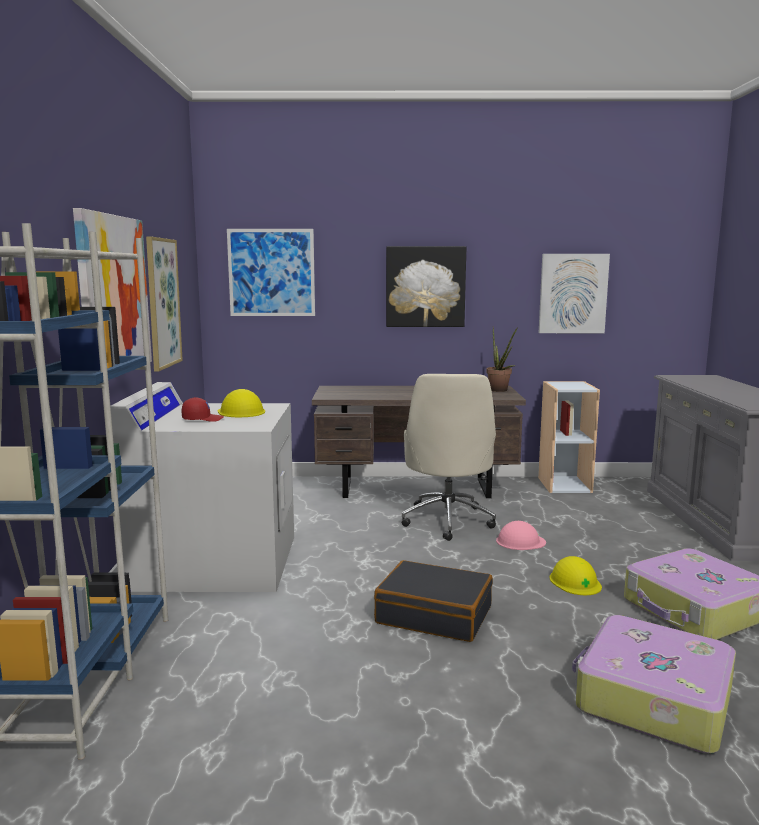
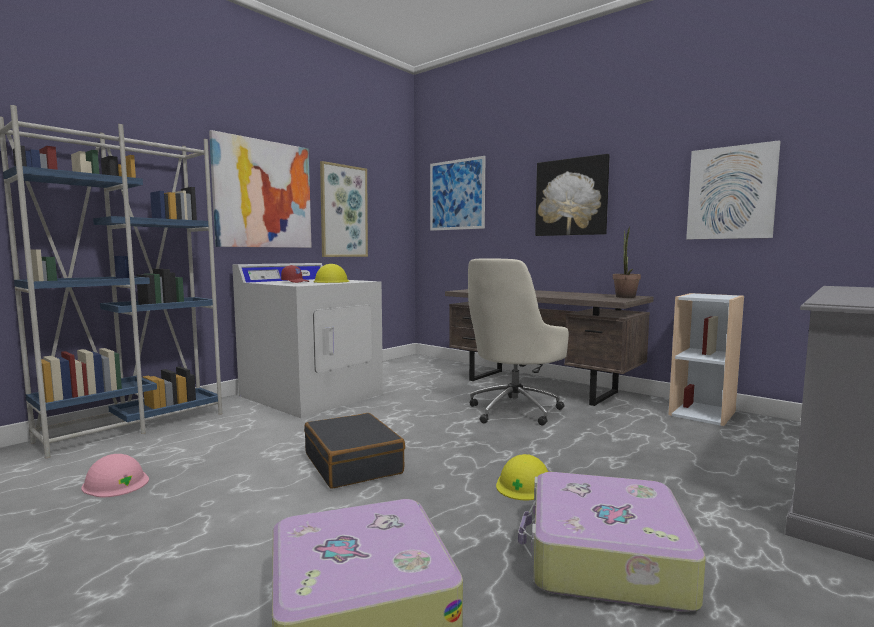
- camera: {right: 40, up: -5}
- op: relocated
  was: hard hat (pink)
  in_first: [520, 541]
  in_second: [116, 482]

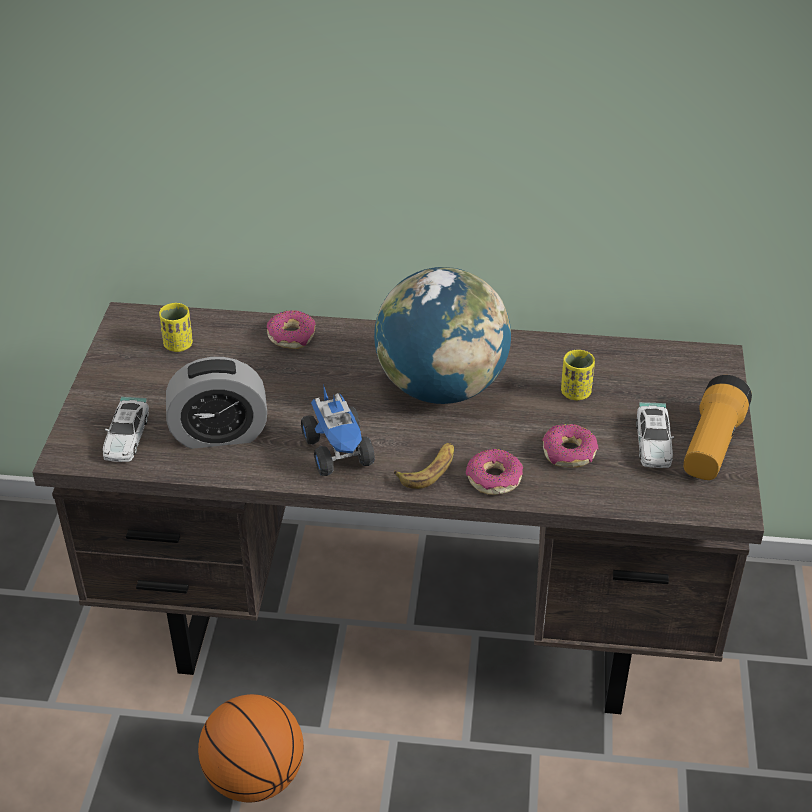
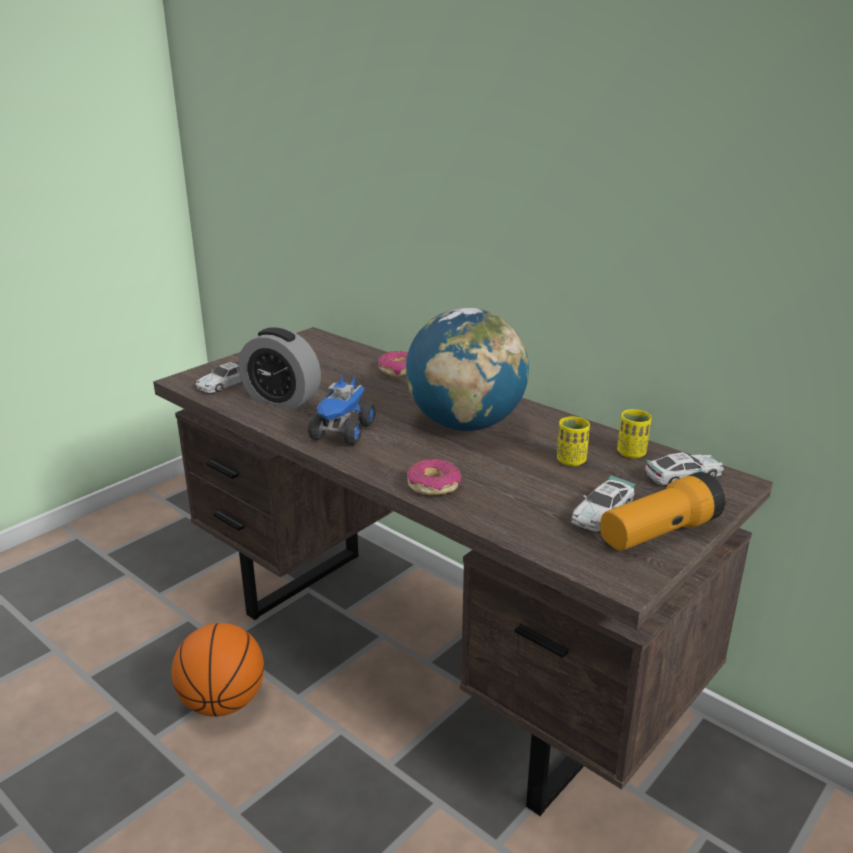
- camera: {right: 35, up: -15}
- op: relocated
  was: cup (yellow)
  in_first: [178, 345]
  in_second: [631, 453]
- op: appeared
  now: toy car
  in_second: [683, 475]
- op: missing
  was: banana
  in_first: [428, 469]
- op: missing
  was: donut
  in_first: [569, 453]

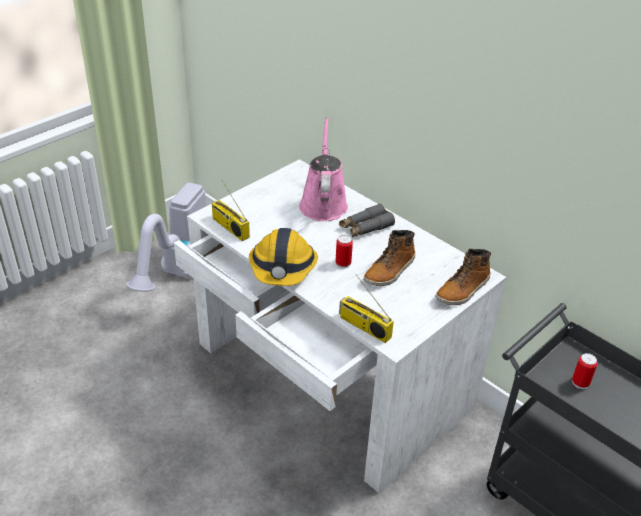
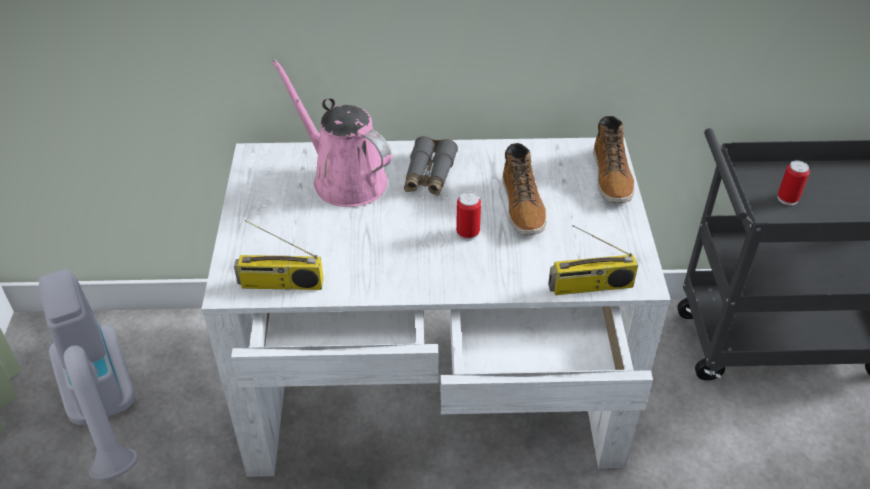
- camera: {right: -45, up: 5}
- op: missing
  was: hard hat
  in_first: [283, 268]

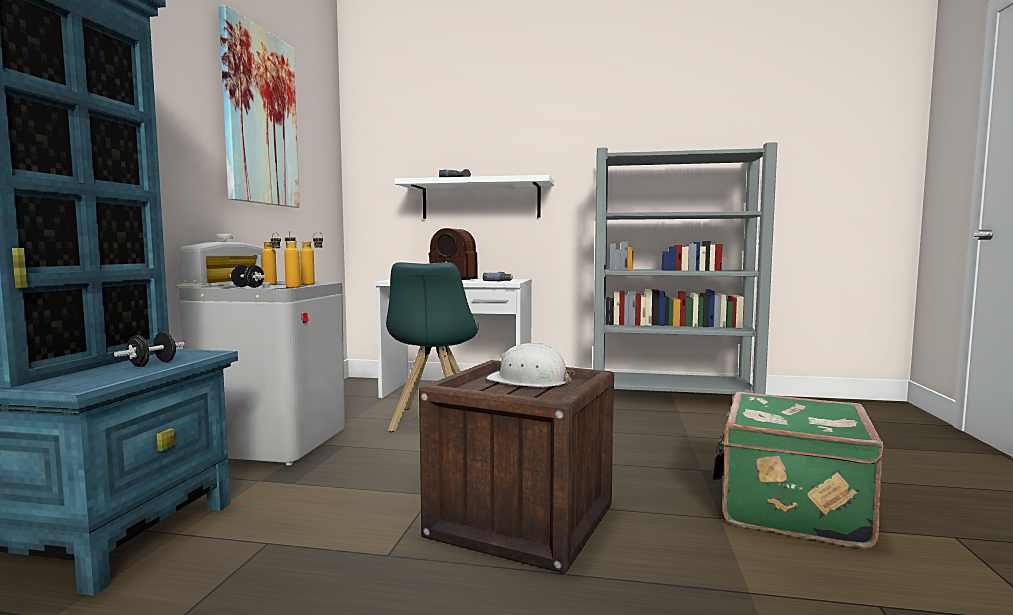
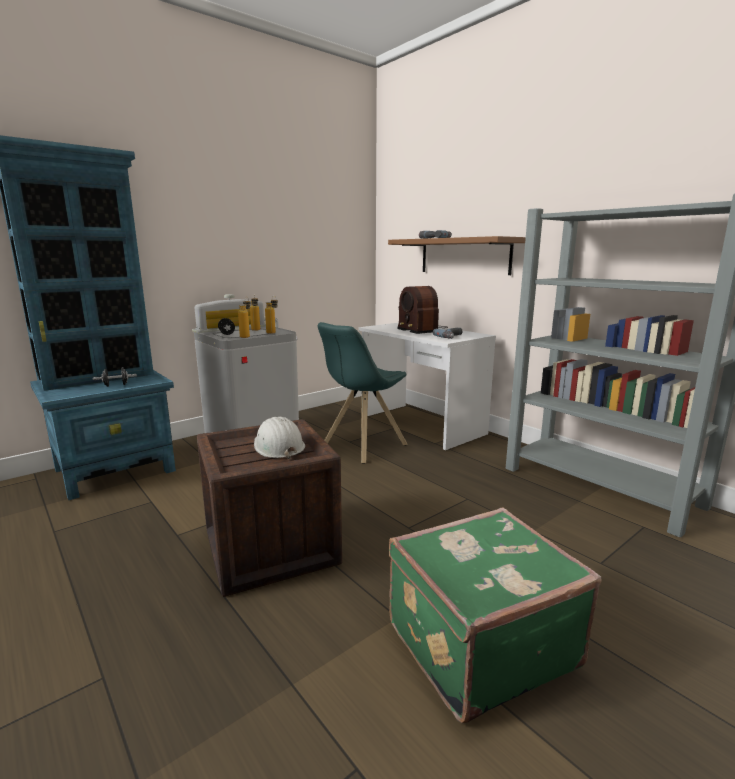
- camera: {right: 40, up: 10}
- op: colour
  was: shelf (white)
  now: shelf (brown)
  in_first: [480, 200]
  in_second: [464, 256]
- op: missing
  was: picture
  in_first: [260, 117]

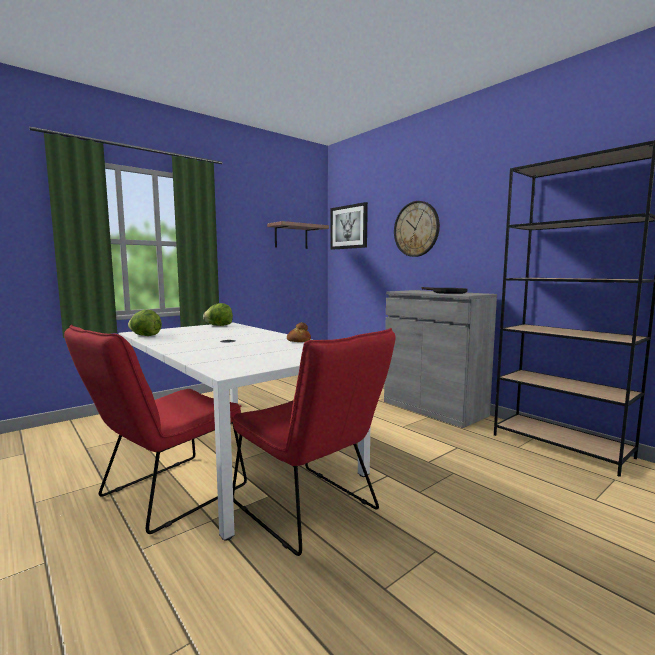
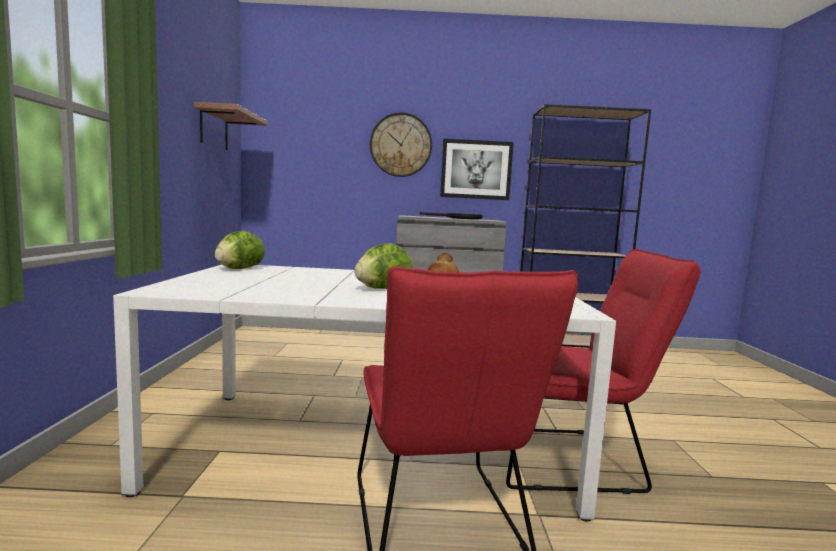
- camera: {right: -50, up: 0}
- op: relocated
  was: lettuce
  in_first: [145, 336]
  in_second: [382, 288]
- op: relocated
  was: picture
  in_first: [349, 227]
  in_second: [476, 169]

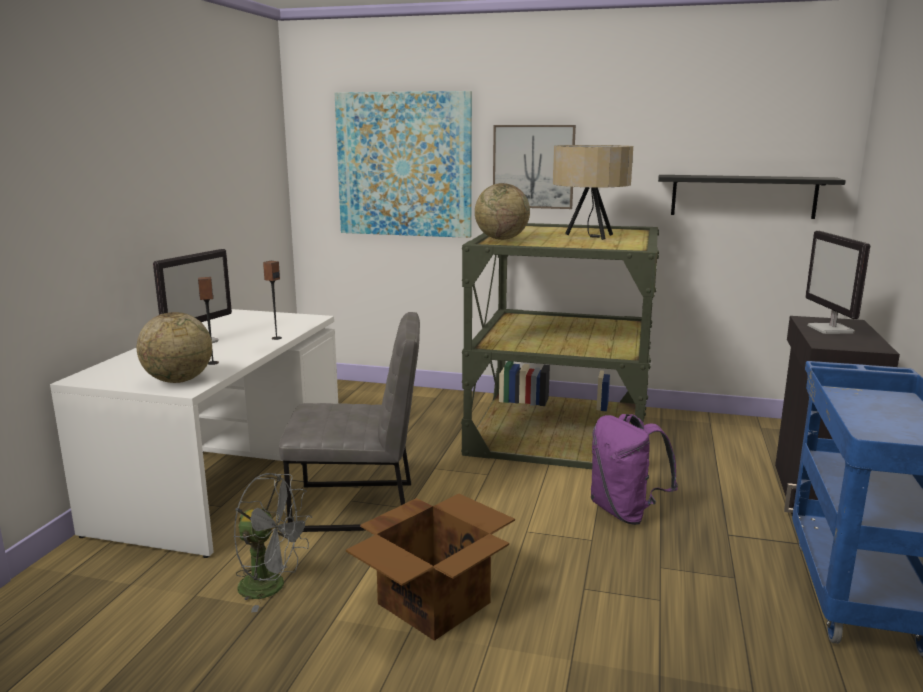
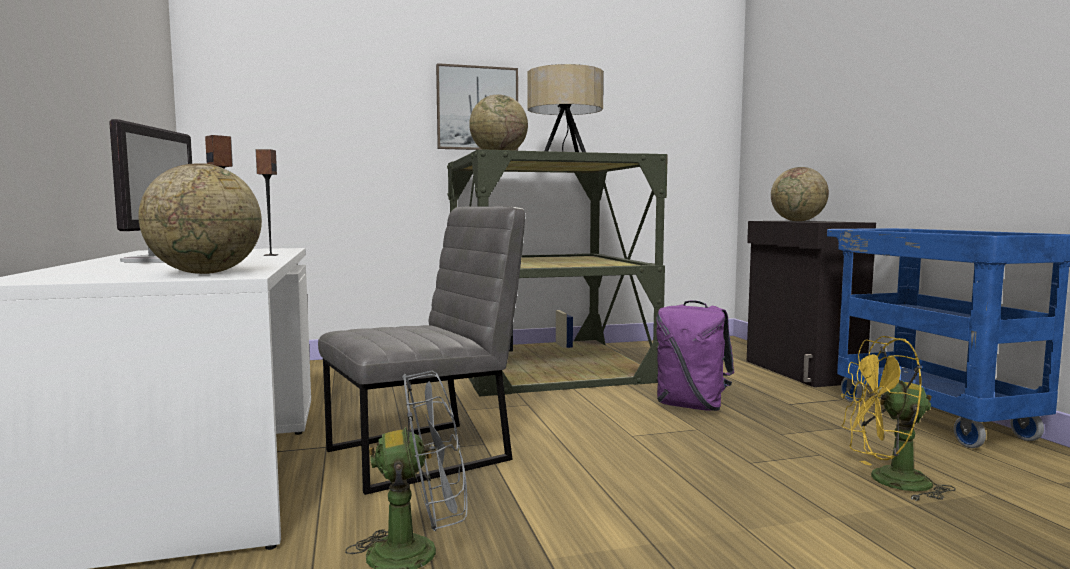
- camera: {right: -30, up: -10}
- op: exchanged
  was: monitor
  now: globe
  in_first: [831, 329]
  in_second: [798, 221]
- op: appeared
  now: fan (yellow)
  in_second: [887, 481]
- op: missing
  was: picture
  in_first: [404, 165]
- op: missing
  was: cardboard box
  in_first: [435, 602]
- op: missing
  was: shelf (black)
  in_first: [743, 196]

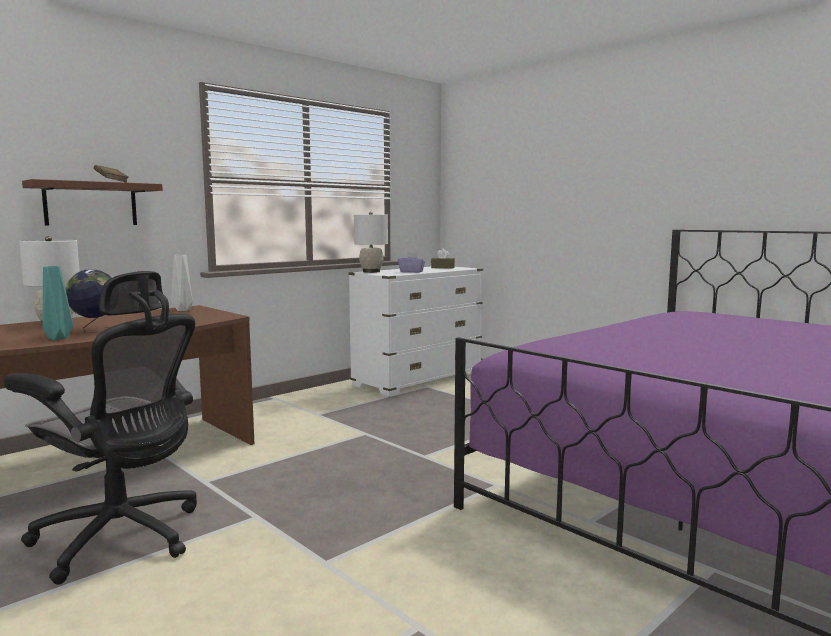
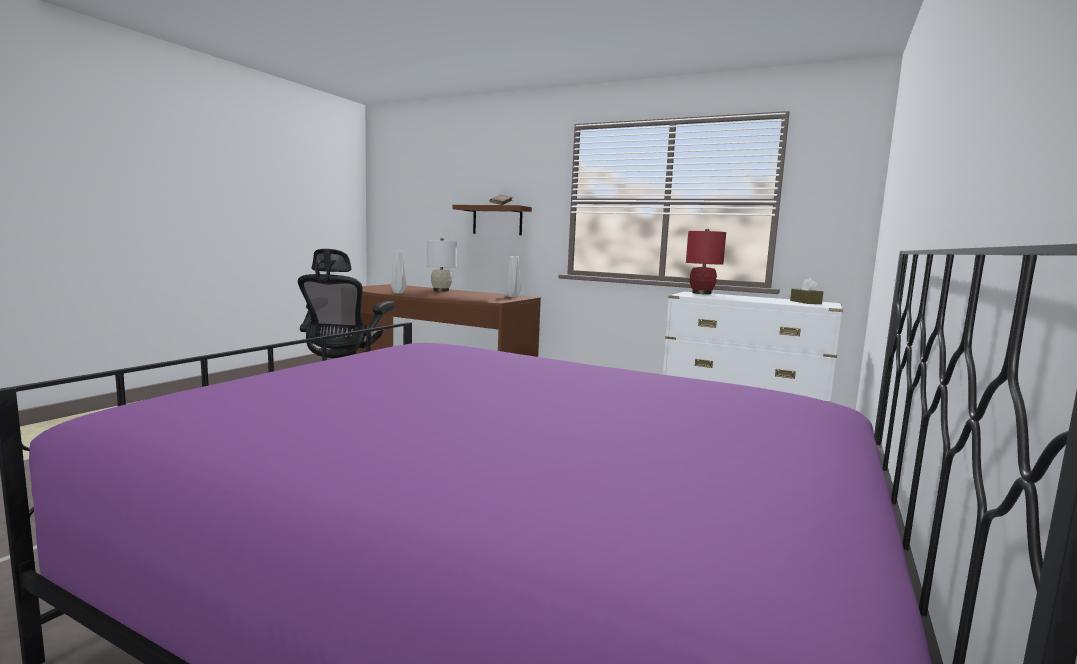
- camera: {right: 70, up: 0}
- op: colour
  was: vase (turquoise)
  now: vase (grey)
  in_first: [57, 338]
  in_second: [398, 293]
- op: colour
  was: table lamp (white)
  now: table lamp (red)
  in_first: [371, 271]
  in_second: [702, 293]
- op: missing
  was: globe
  in_first: [95, 331]
- op: missing
  was: tissue box (purple)
  in_first: [411, 272]

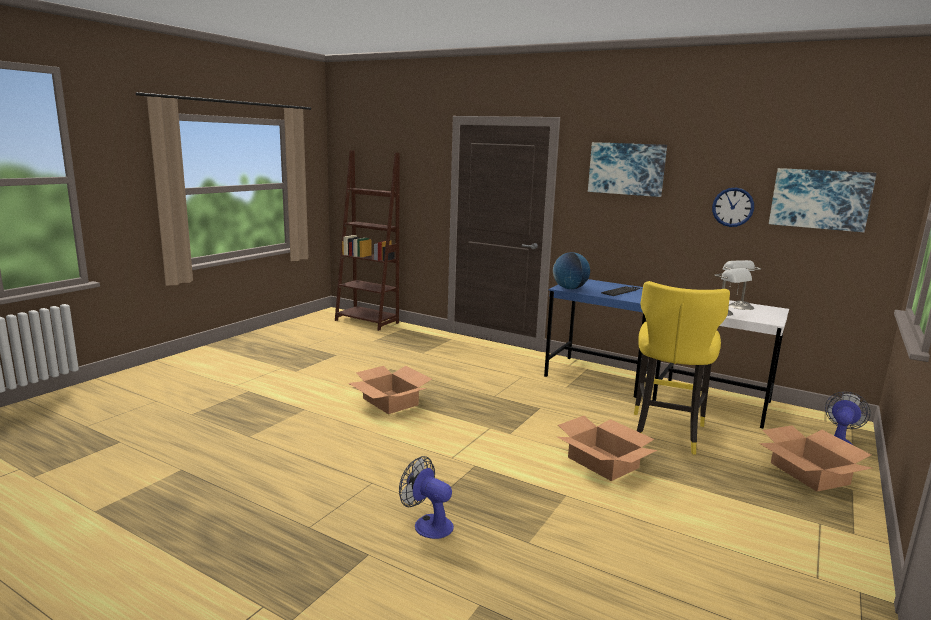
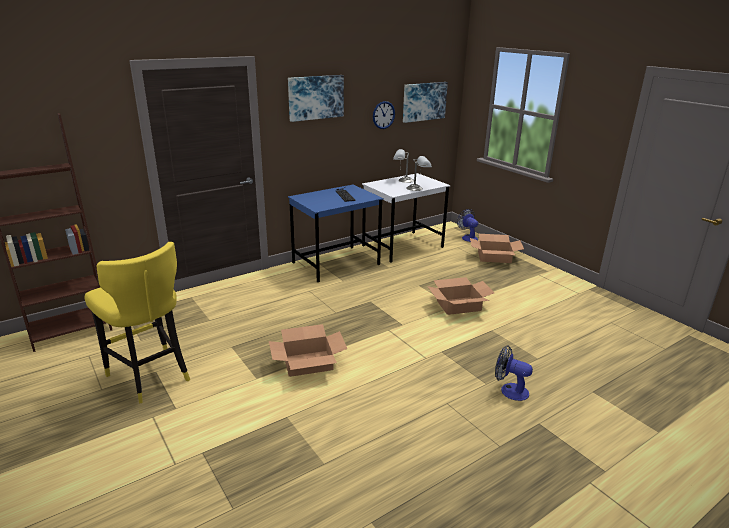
- camera: {right: -65, up: 10}
- op: relocated
  was: stool (yellow)
  in_first: [666, 433]
  in_second: [150, 377]
- op: spun
  was: fan
  in_first: [427, 524]
  in_second: [509, 390]
  clockwise: 60
- op: missing
  was: globe
  in_first: [569, 288]

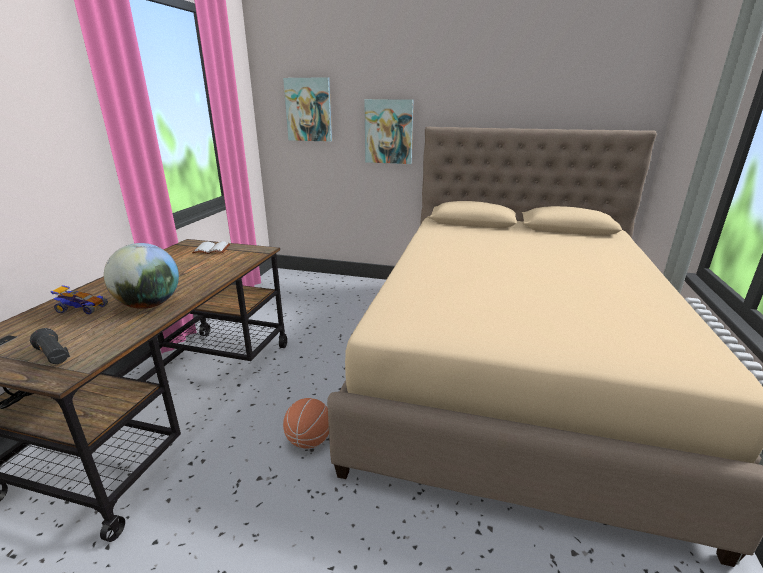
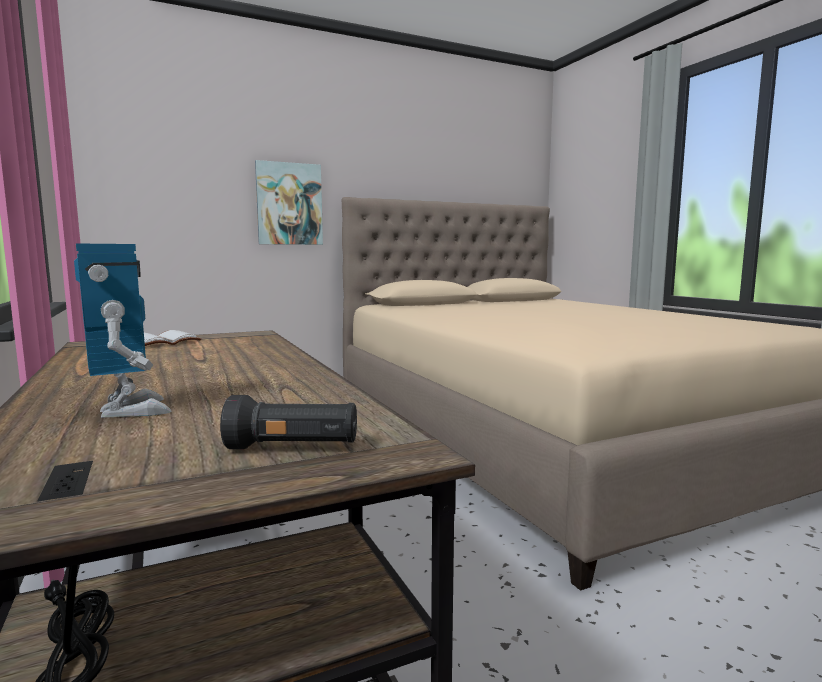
- camera: {right: -40, up: -15}
- op: exchanged
  was: toy car
  now: toy robot
  in_first: [81, 309]
  in_second: [129, 410]
- op: missing
  was: globe
  in_first: [150, 305]
- op: missing
  was: picture
  in_first: [309, 110]
- op: missing
  was: basketball
  in_first: [309, 440]

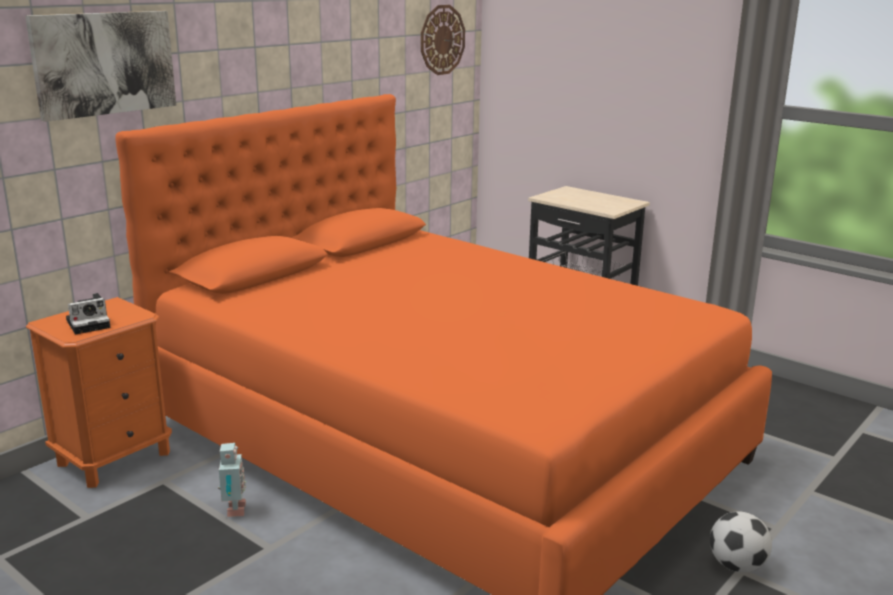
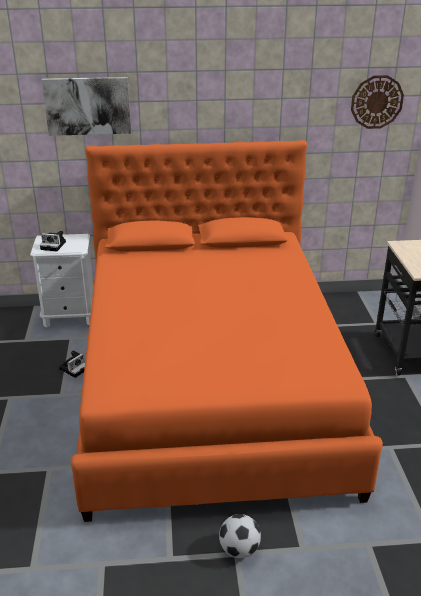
- camera: {right: 45, up: 10}
- op: colour
  was: nightstand (orange)
  now: nightstand (white)
  in_first: [114, 458]
  in_second: [70, 316]
- op: exchanged
  was: toy robot
  now: photo camera
  in_first: [233, 510]
  in_second: [74, 368]

